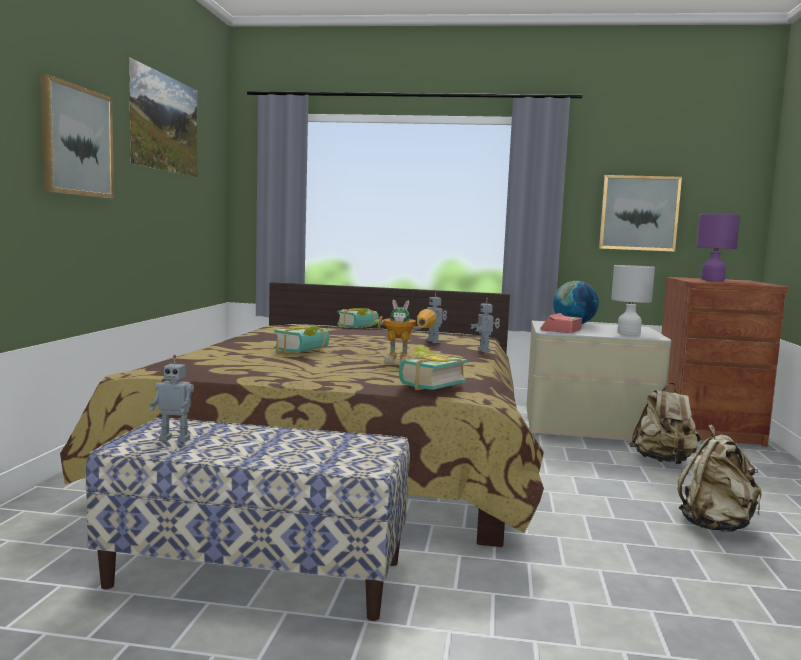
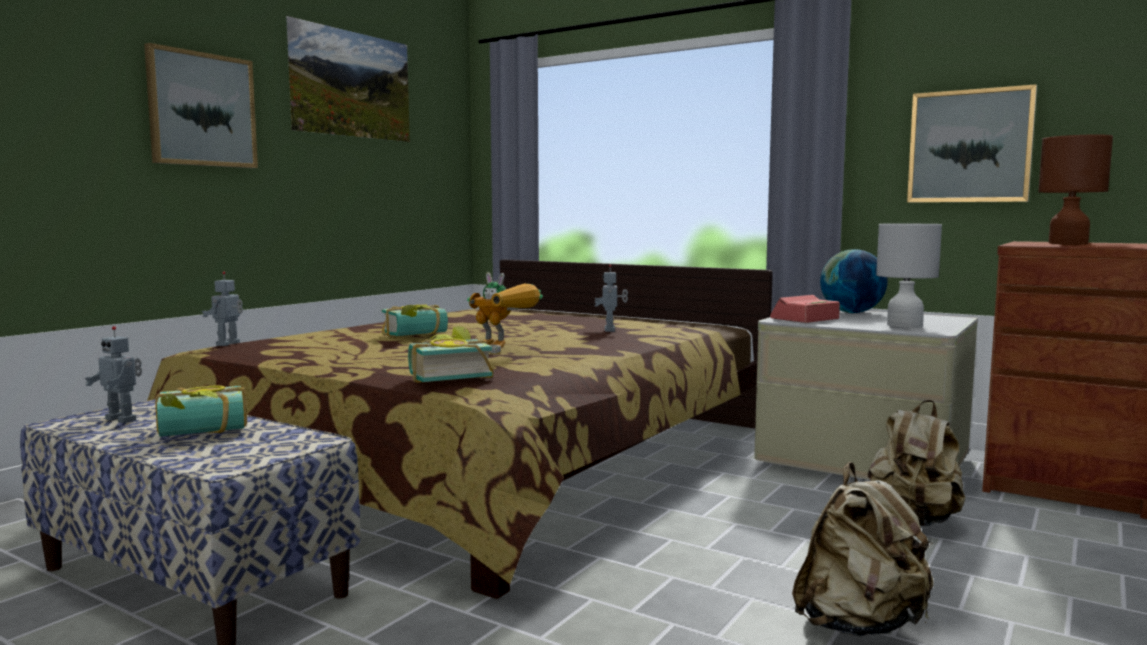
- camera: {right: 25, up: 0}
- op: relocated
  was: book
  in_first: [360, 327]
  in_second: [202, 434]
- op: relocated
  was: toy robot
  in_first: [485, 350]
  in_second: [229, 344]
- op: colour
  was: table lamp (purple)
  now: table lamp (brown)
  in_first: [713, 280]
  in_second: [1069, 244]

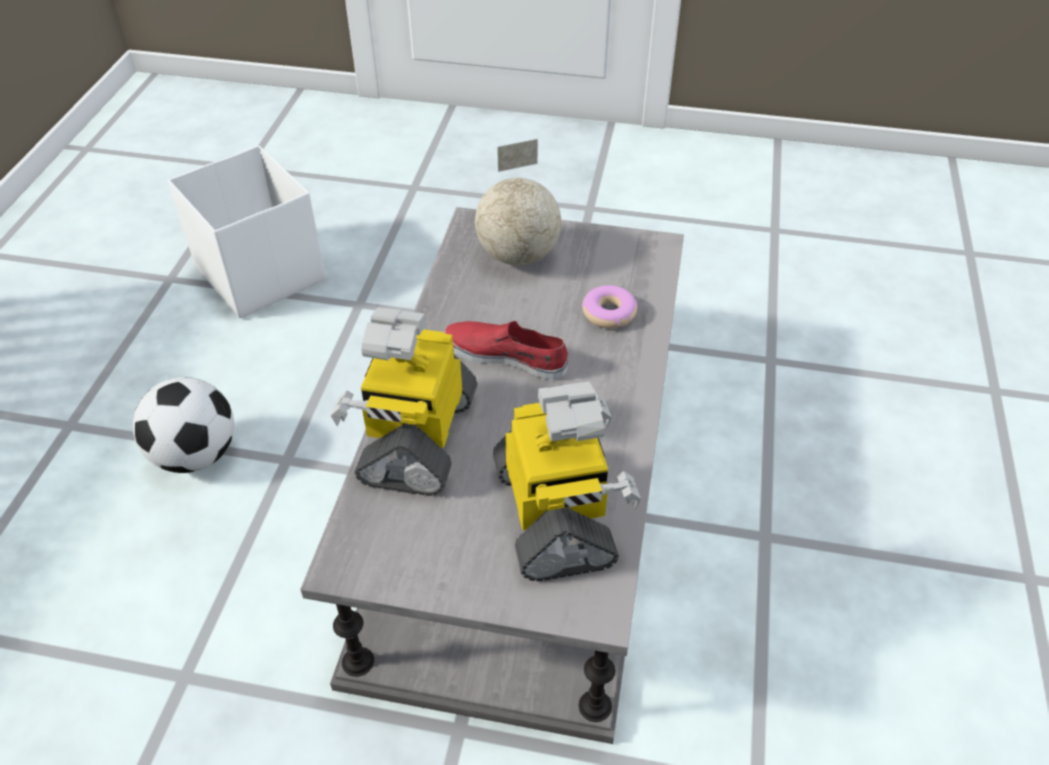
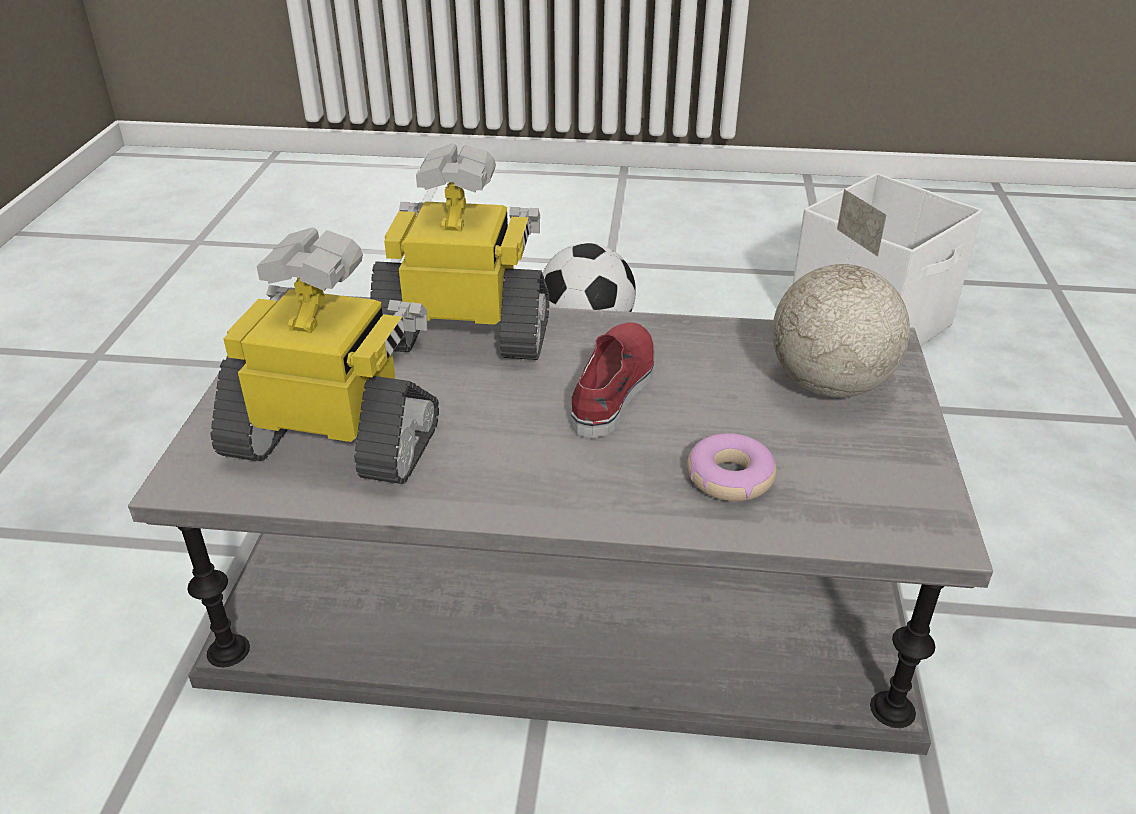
- camera: {right: 85, up: -10}
- op: spun
  was: toy robot
  in_first: [556, 515]
  in_second: [336, 441]
  clockwise: -150

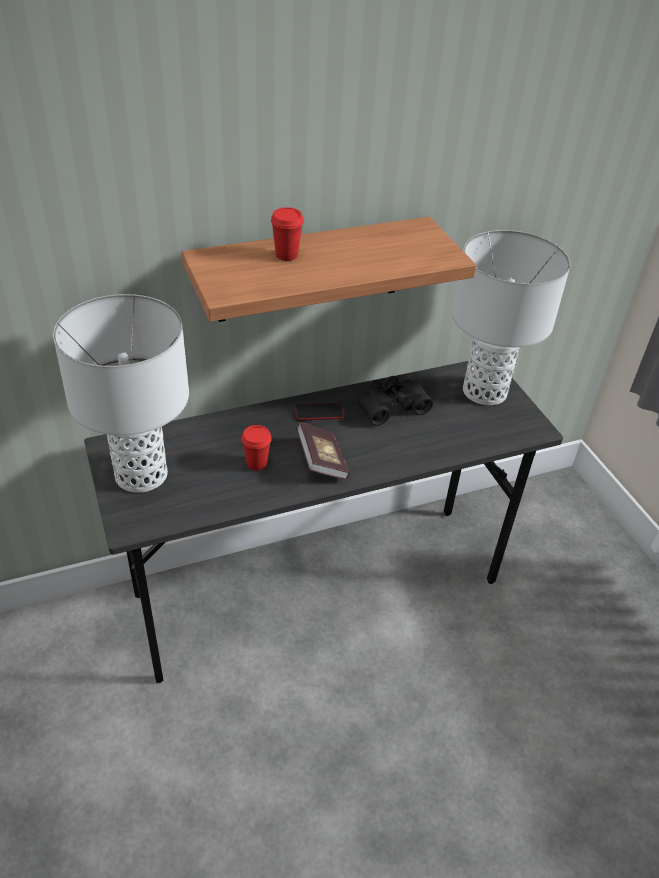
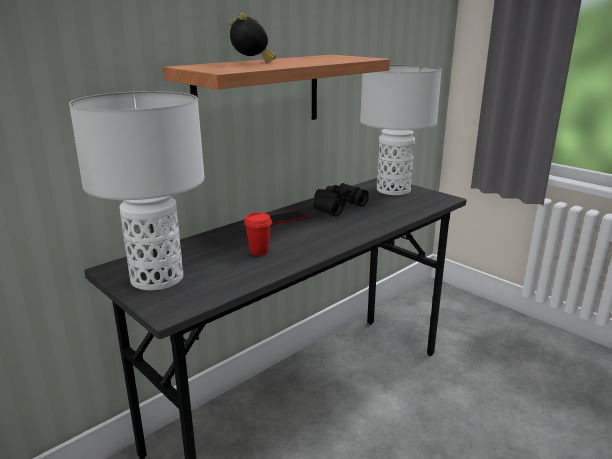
- camera: {right: -20, up: -20}
- op: exchanged
  was: cup (red)
  now: alarm clock
  in_first: [286, 255]
  in_second: [252, 63]
- op: missing
  was: book
  in_first: [321, 461]

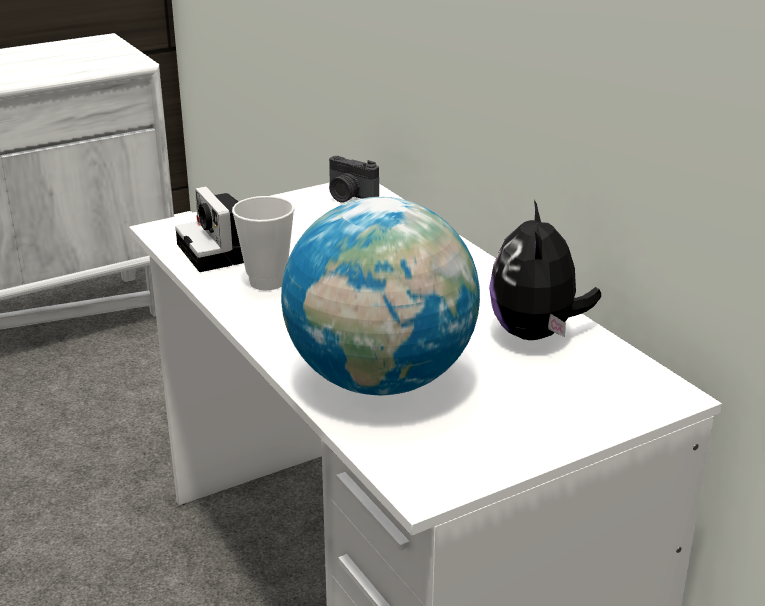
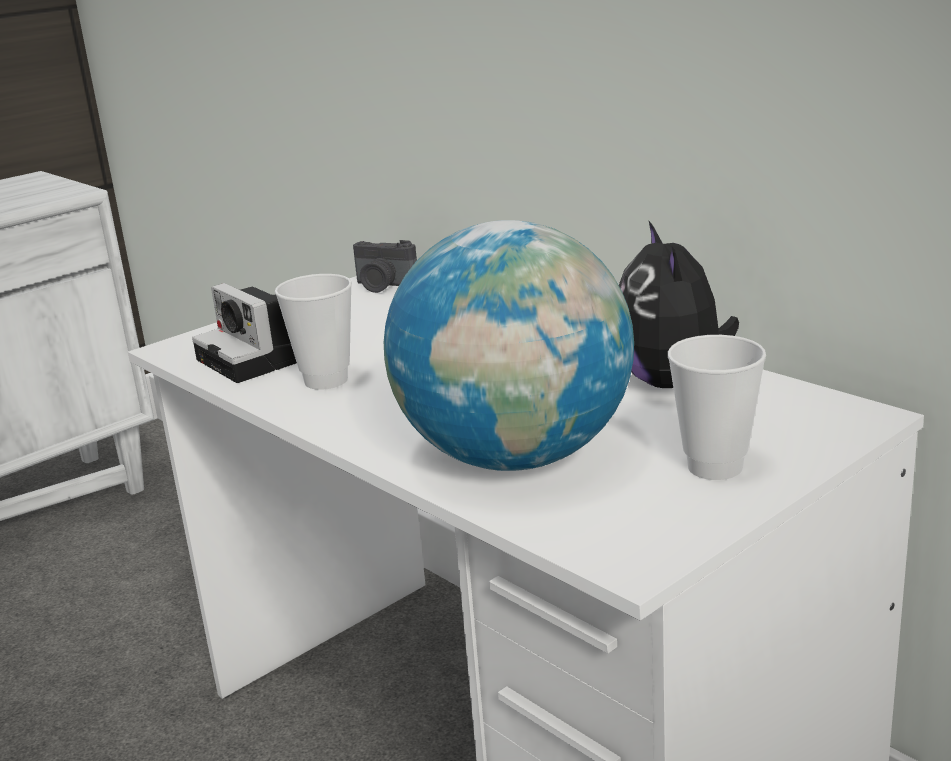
- camera: {right: -10, up: -5}
- op: appeared
  now: cup
  in_second: [715, 467]

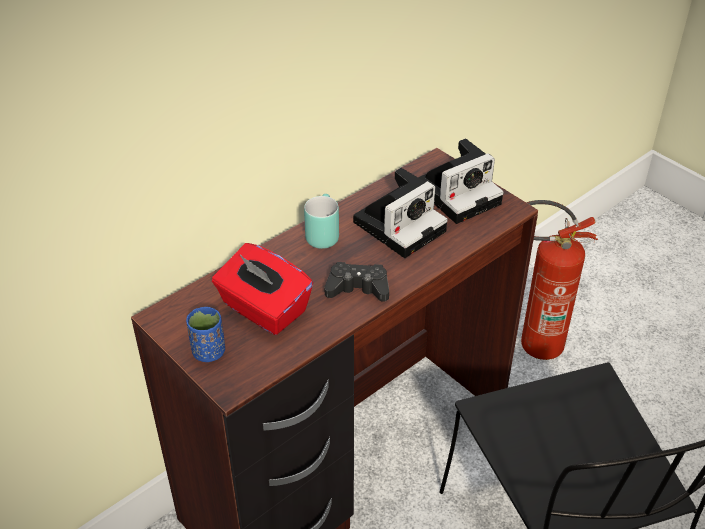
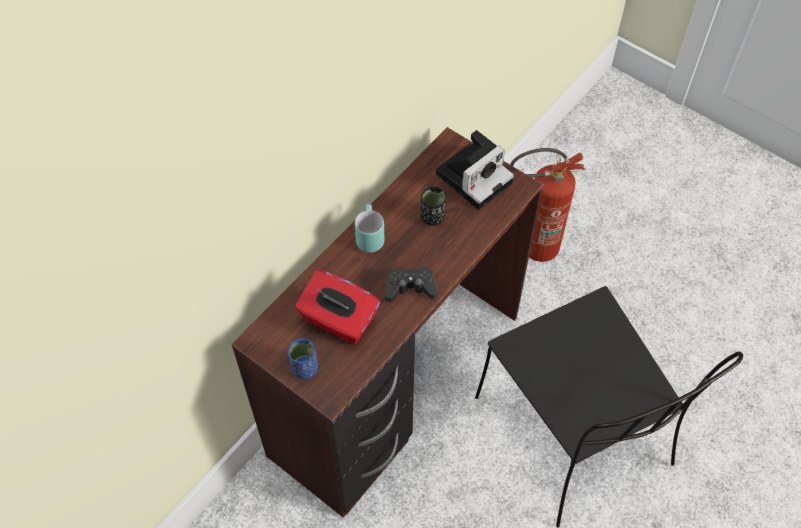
- camera: {right: -10, up: 15}
- op: exchanged
  was: photo camera
  now: cup (black)
  in_first: [401, 224]
  in_second: [432, 217]

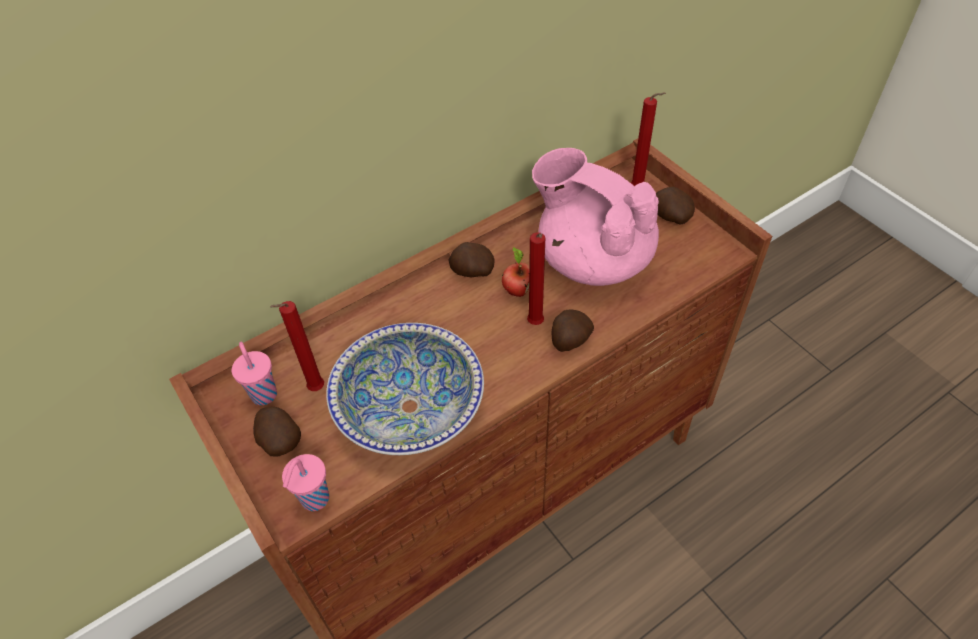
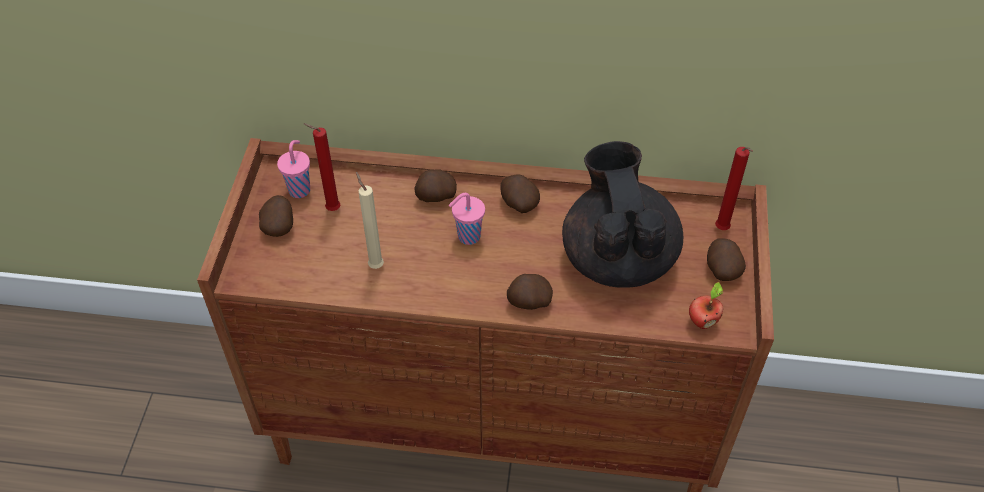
- camera: {right: 40, up: 0}
- op: exchanged
  was: bowl
  now: candle (beige)
  in_first: [409, 406]
  in_second: [375, 264]
- op: appeared
  now: potato
  in_second: [435, 196]
- op: relocated
  was: cup (pink)
  in_first: [314, 500]
  in_second: [467, 237]
- op: colour
  was: teapot (pink)
  now: teapot (black)
  in_first: [592, 259]
  in_second: [617, 257]
- op: relocated
  was: apple
  in_first: [516, 290]
  in_second: [702, 321]
- op: missing
  was: candle (red)
  in_first: [535, 325]

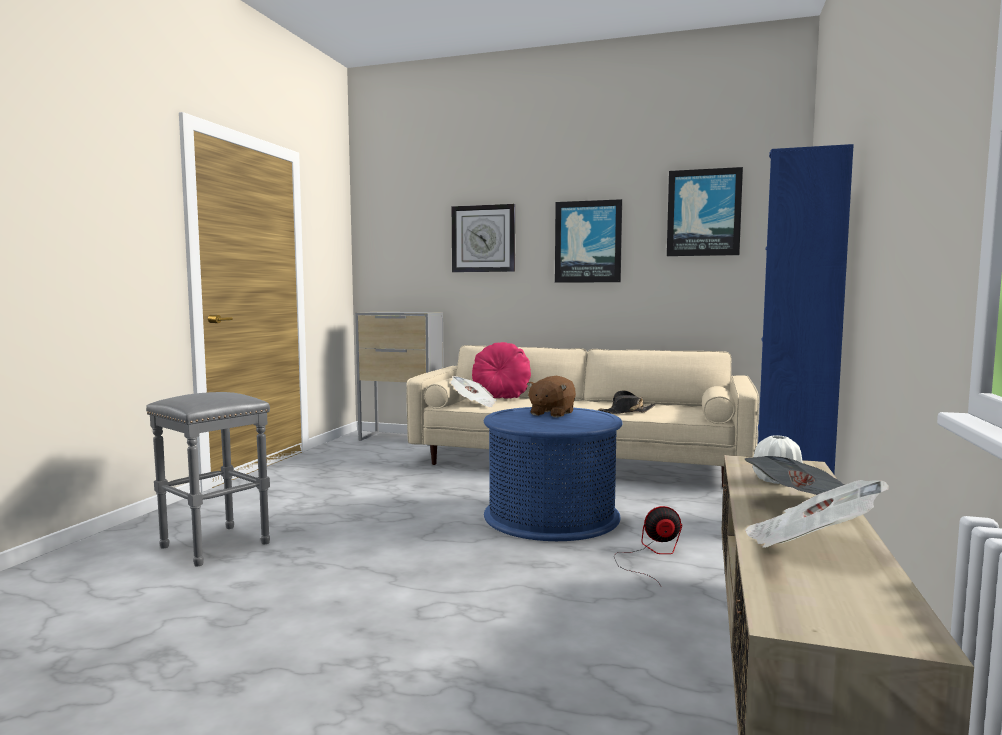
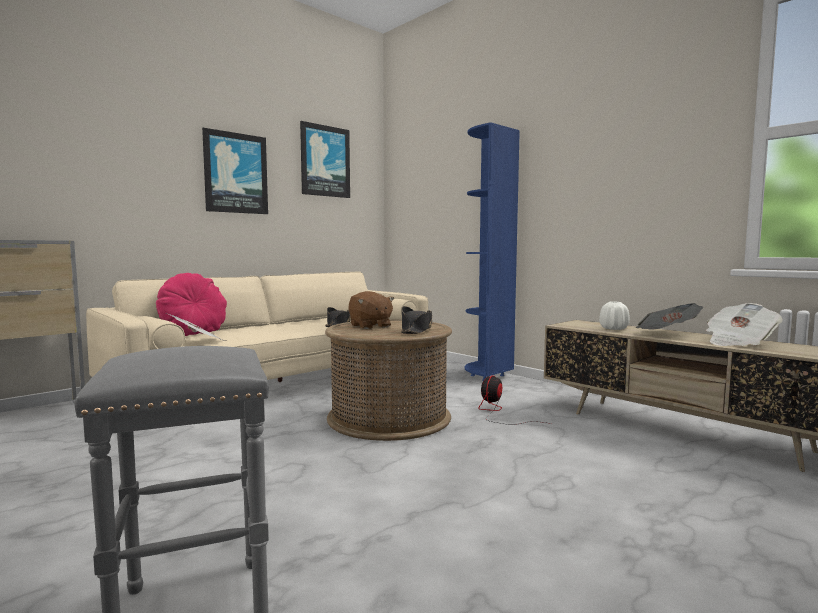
- camera: {right: -60, up: 0}
- op: colour
  was: coffee table (blue)
  now: coffee table (brown)
  in_first: [551, 516]
  in_second: [389, 418]
- op: appeared
  now: hat (black)
  in_second: [416, 330]
- op: missing
  was: wall clock
  in_first: [483, 238]

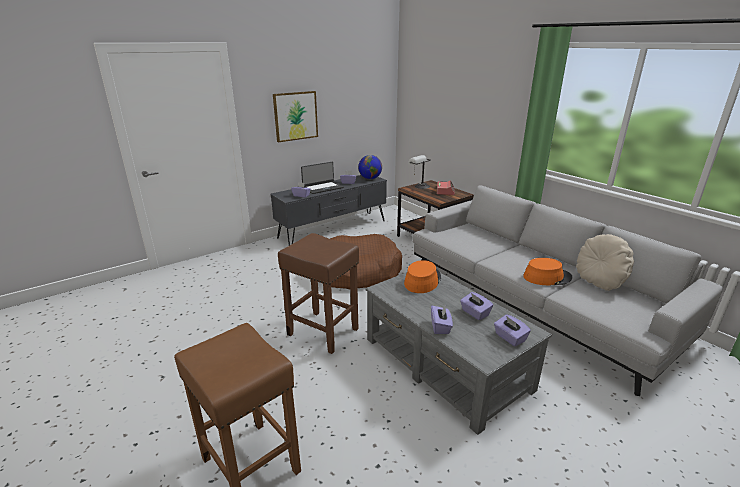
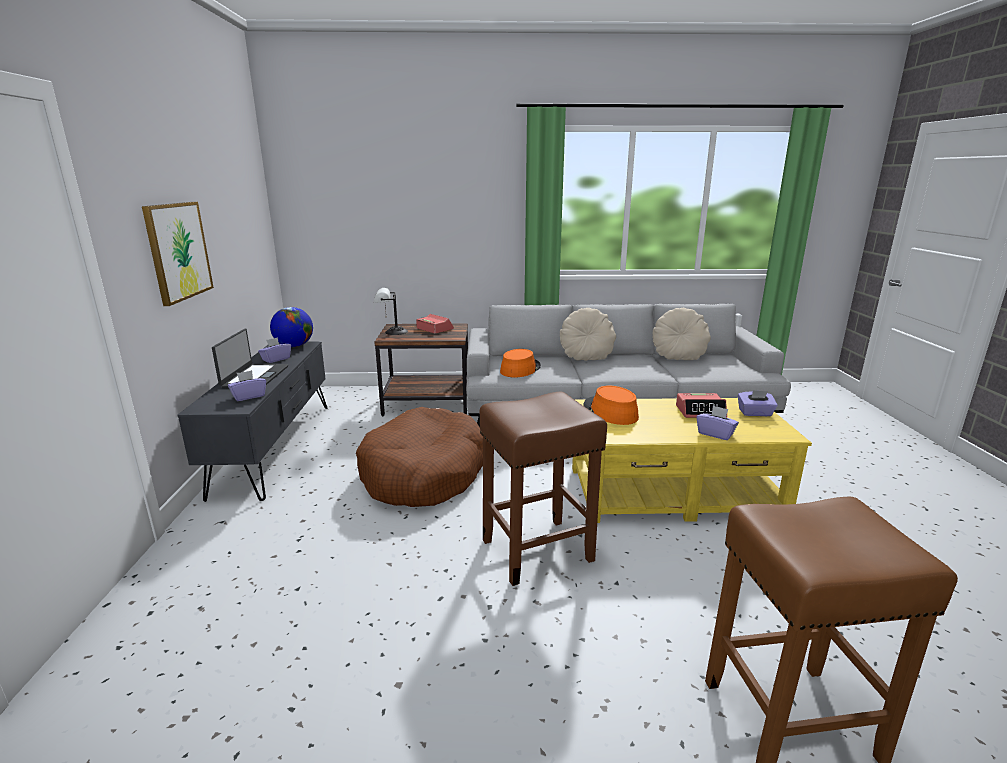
- camera: {right: -55, up: -5}
- op: relocated
  was: hat (orange)
  in_first: [547, 277]
  in_second: [520, 369]
- op: appeared
  now: pillow (beige)
  in_second: [586, 358]
- op: colour
  was: coffee table (grey)
  now: coffee table (yellow)
  in_first: [445, 364]
  in_second: [674, 492]
- op: exchanged
  was: tissue box (purple)
  now: alarm clock
  in_first: [474, 313]
  in_second: [700, 411]

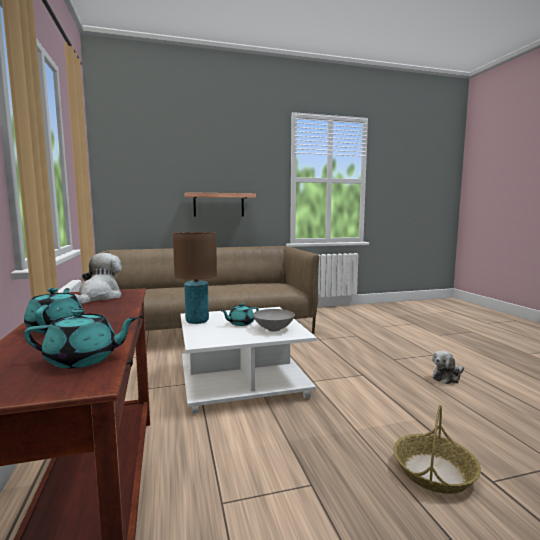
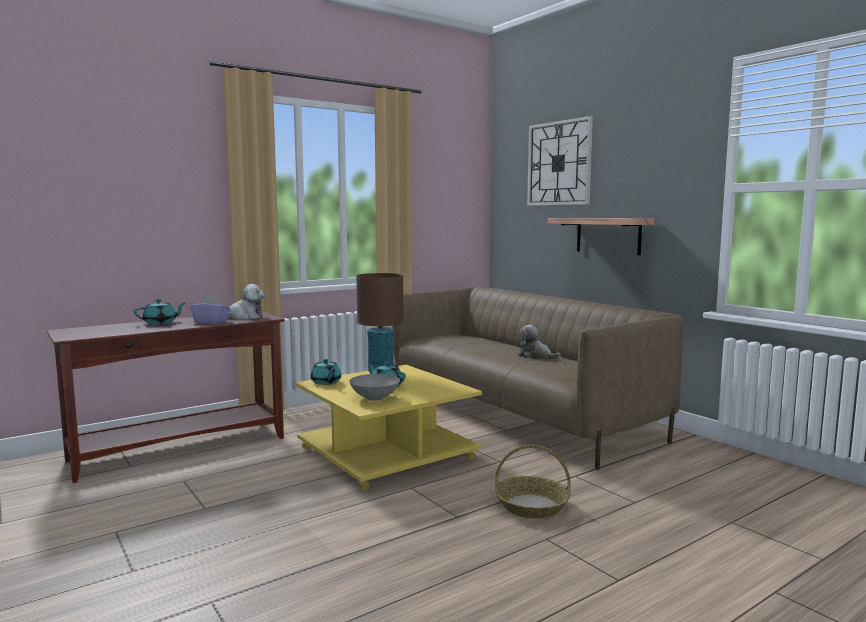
- camera: {right: 70, up: 0}
- op: appeared
  now: tissue box (purple)
  in_second: [211, 322]
- op: colour
  was: coffee table (white)
  now: coffee table (yellow)
  in_first: [243, 379]
  in_second: [389, 454]
- op: relocated
  was: teapot (turquoise)
  in_first: [83, 359]
  in_second: [326, 382]
- op: relocated
  was: basket
  in_first: [434, 472]
  in_second: [531, 506]
- op: relocated
  was: plush toy
  in_first: [447, 377]
  in_second: [536, 356]
- op: appeared
  now: wall clock
  in_second: [559, 163]

